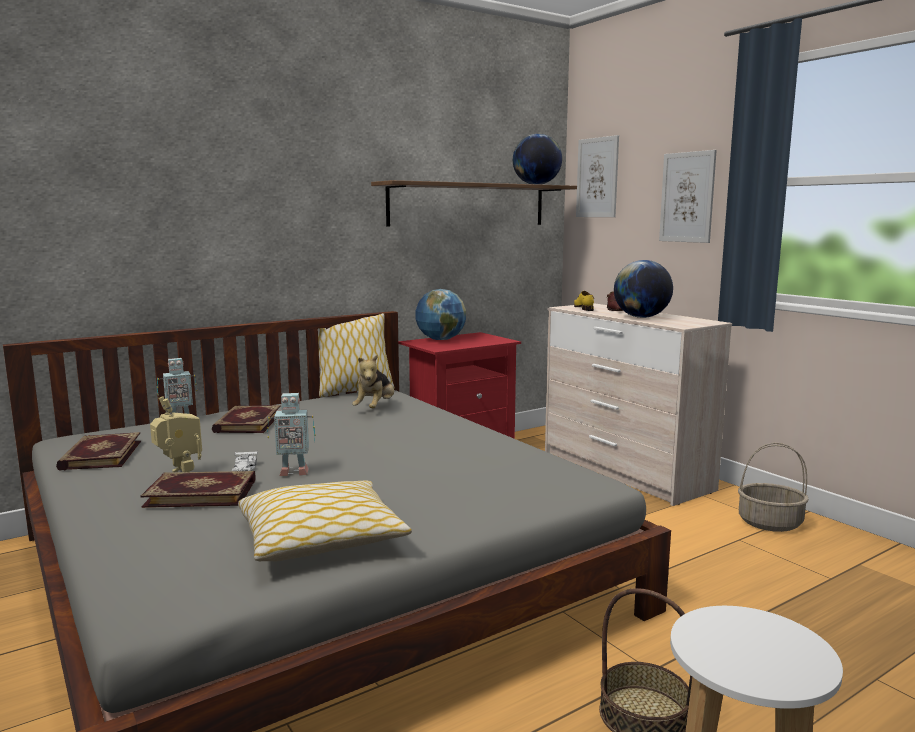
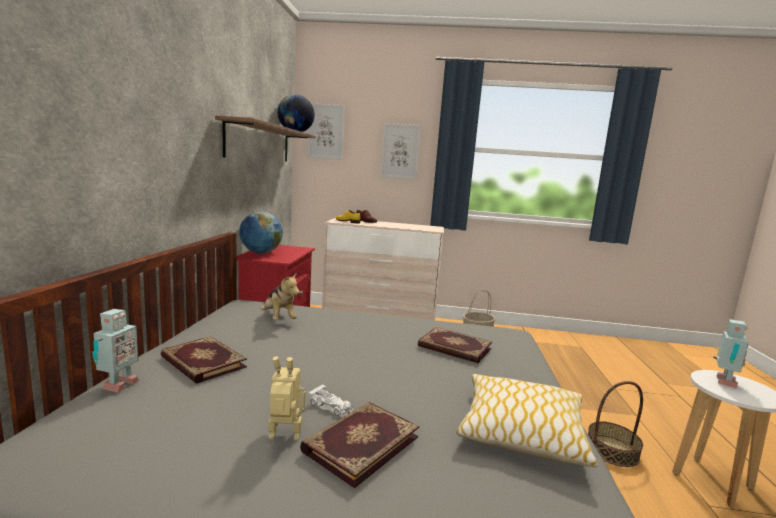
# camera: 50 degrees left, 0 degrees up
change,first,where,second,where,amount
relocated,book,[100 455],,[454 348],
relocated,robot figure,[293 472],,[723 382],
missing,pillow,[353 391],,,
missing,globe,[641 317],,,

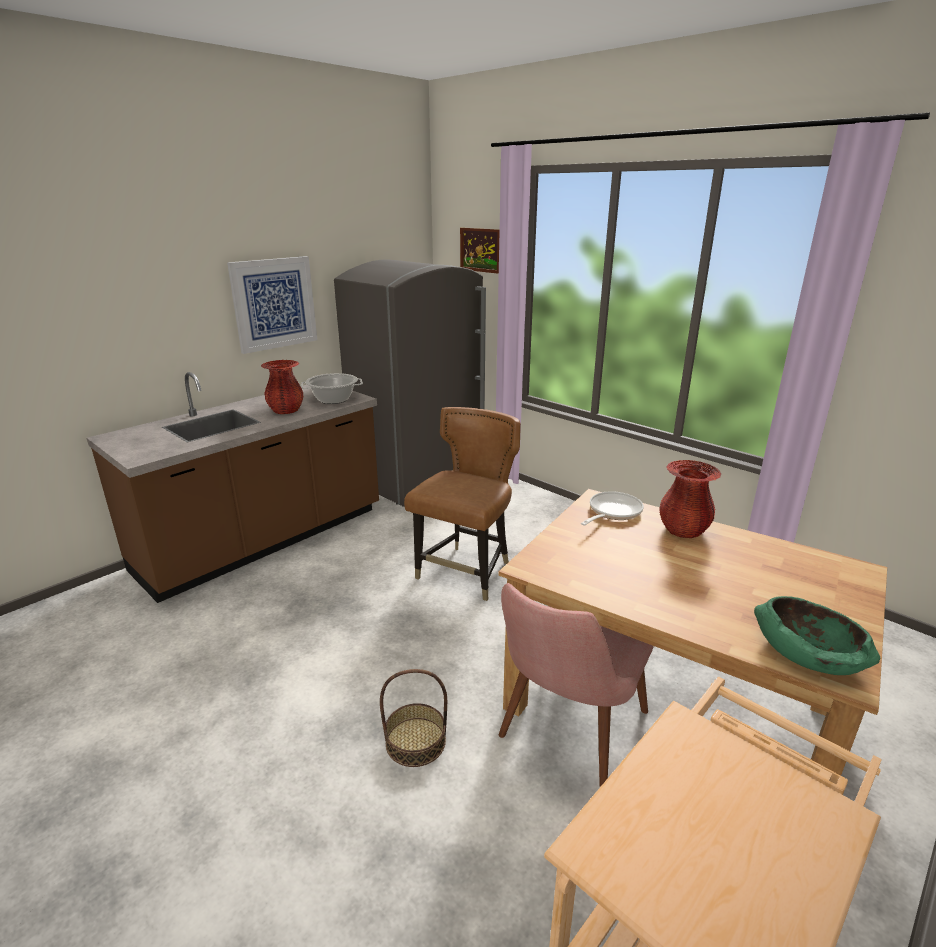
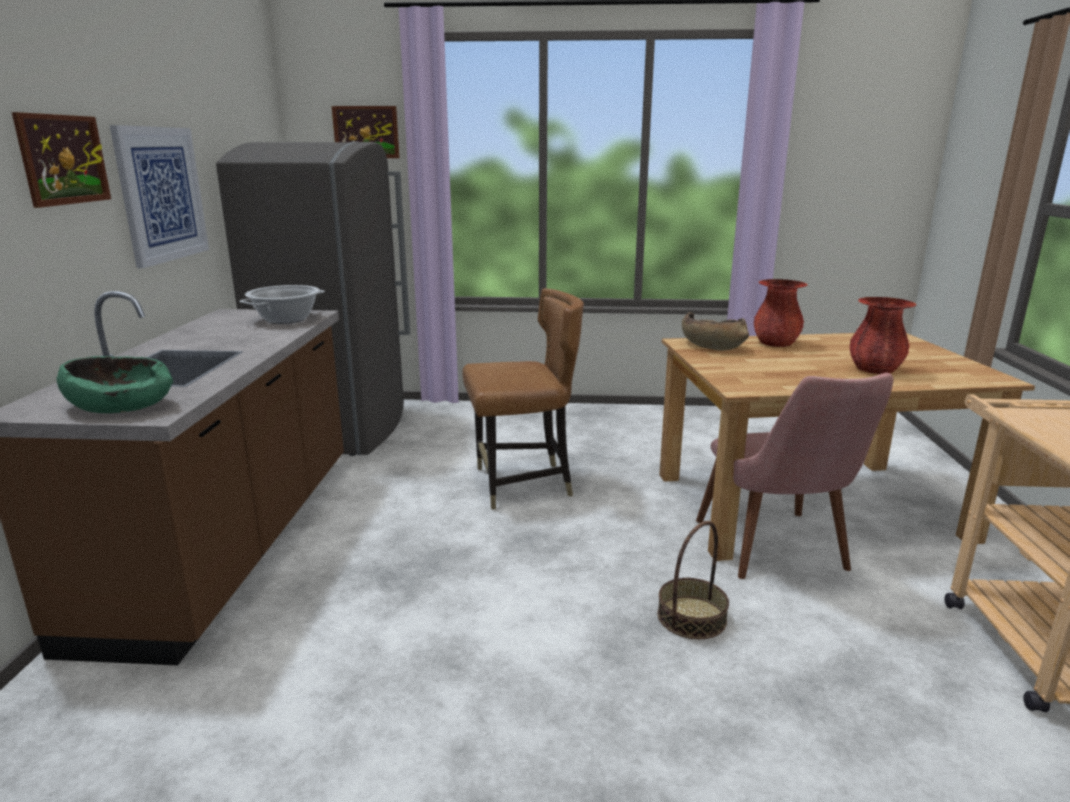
# camera: 40 degrees left, 5 degrees down
change,first,where,second,where,amount
relocated,reddish decorative vase,[286 411],,[875 369],
spun,brownish chair,[466 572],,[522 484],90 degrees clockwise
exchanged,frying pan,[612 512],brownish deep dish,[711 346],
relocated,green-coloured deep dish,[807 654],,[121 407],
appeared,,,picture,[63 159],

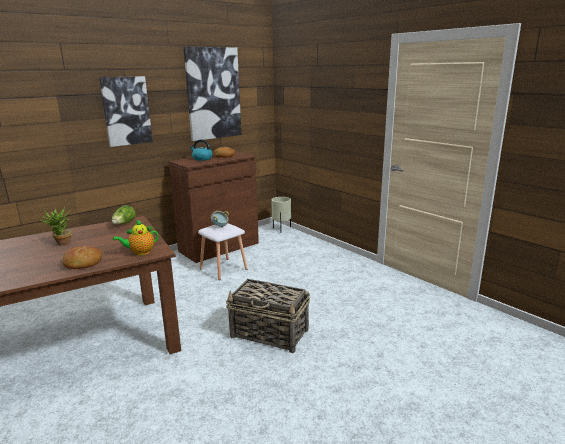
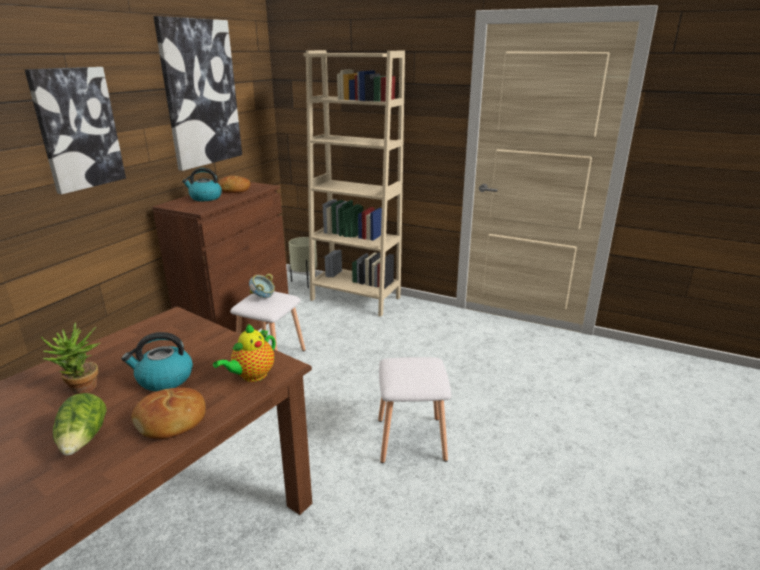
# camera: 25 degrees left, 5 degrees up
change,first,where,second,where,amount
relocated,lettuce,[124 224],,[84 440],
exchanged,storage basket,[270 334],whitish stool,[412 438],
appeared,,,water kettle,[164 379],
appeared,,,sand-coloured bookcase,[355 298],

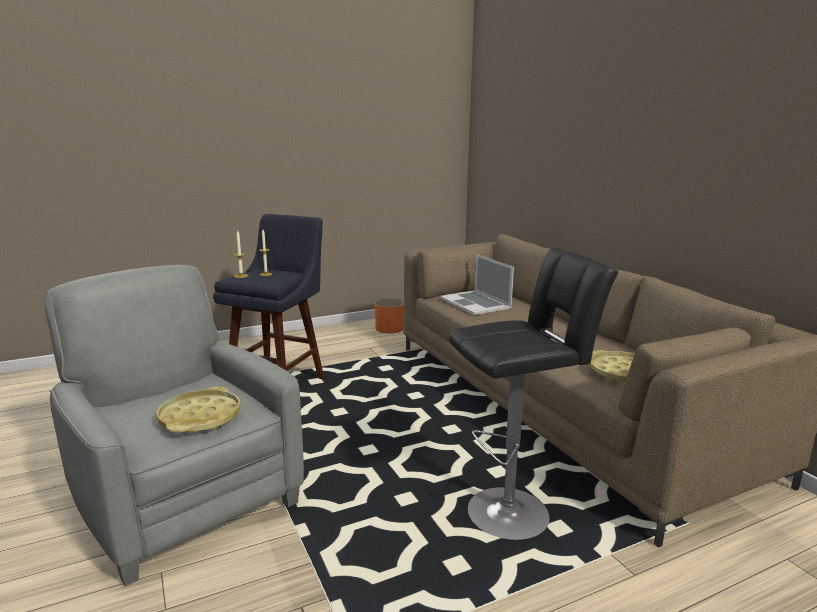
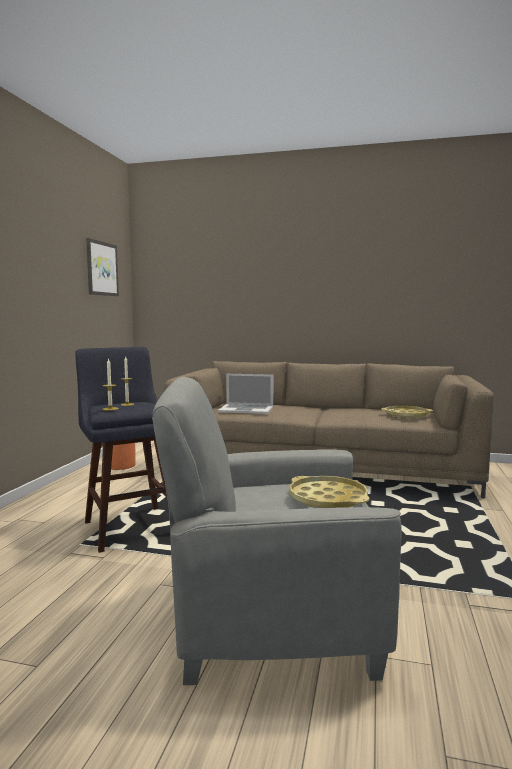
# camera: 50 degrees left, 10 degrees down
change,first,where,second,where,amount
missing,black-coloured stool,[514 511],,,
appeared,,,picture,[101 268],

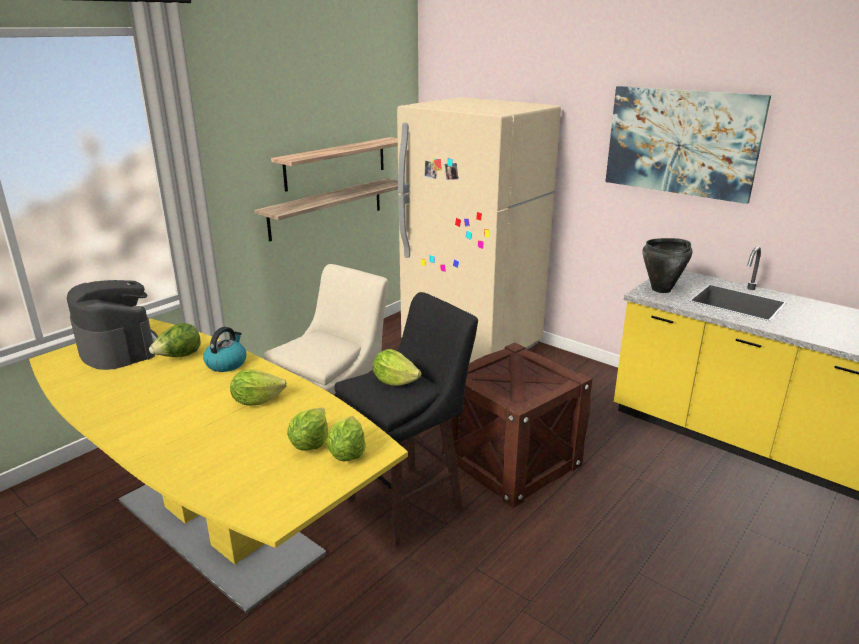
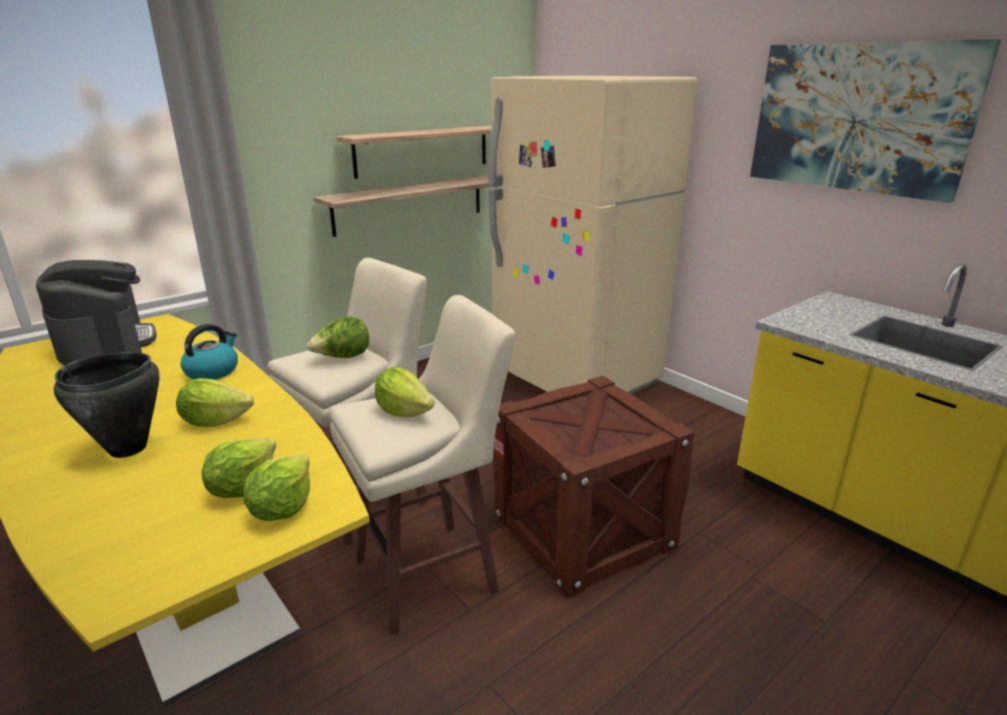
# camera: 10 degrees right, 0 degrees up
change,first,where,second,where,amount
relocated,lettuce,[179 357],,[342 358],
colour,black-coloured stool,[408 504],sand-coloured stool,[430 575],
relocated,black-coloured saucepot,[661 290],,[128 449],

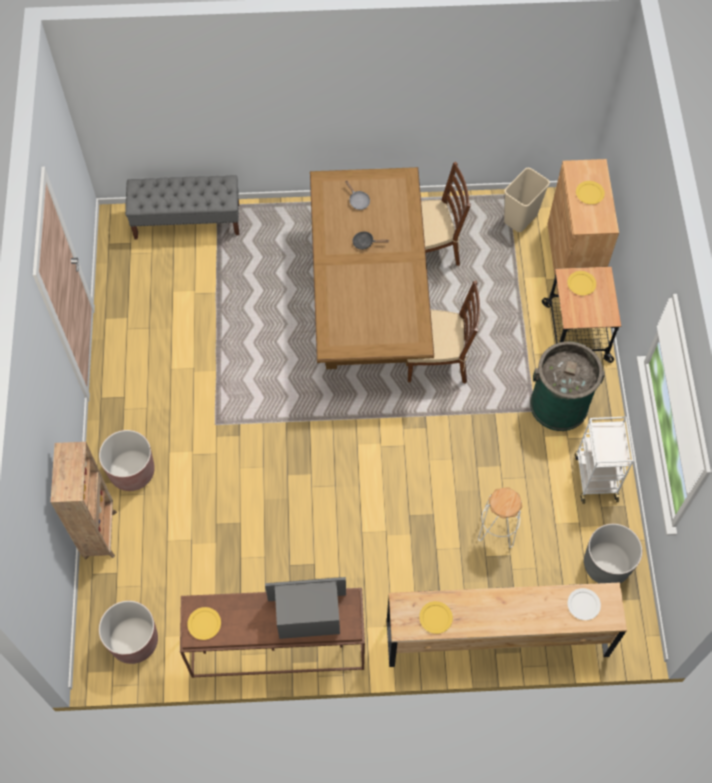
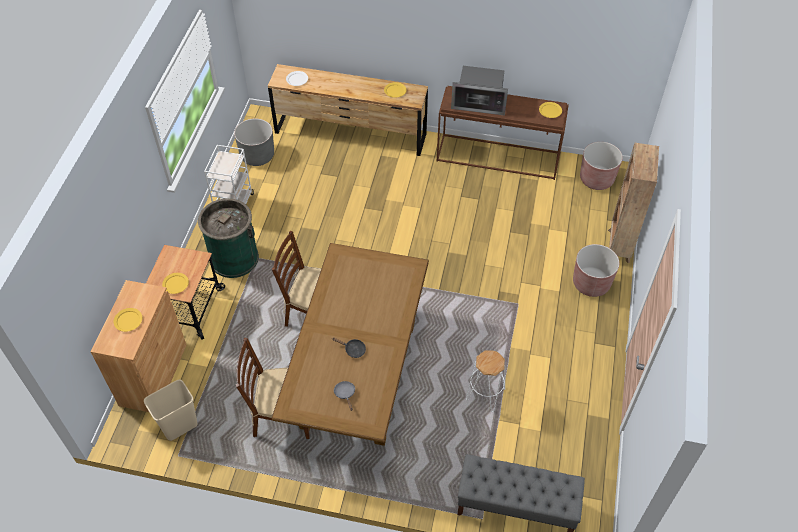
# camera: 165 degrees left, 10 degrees down
change,first,where,second,where,amount
relocated,whitish stool,[498 529],,[485 394],

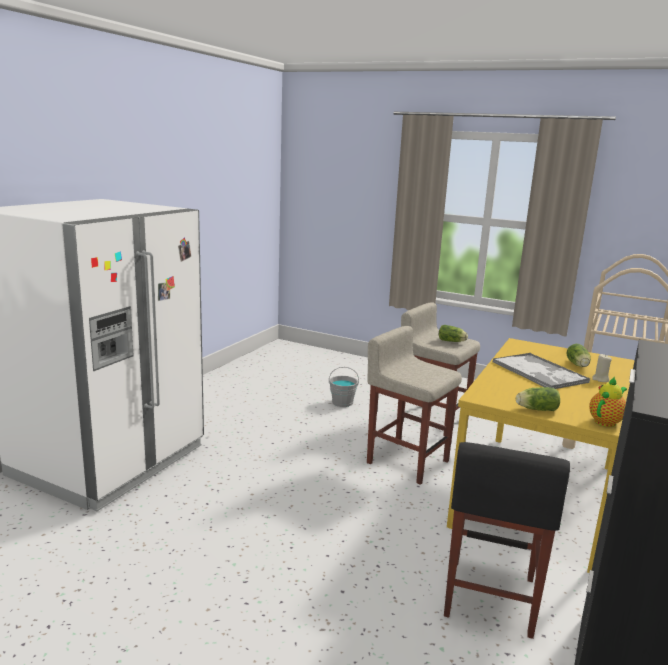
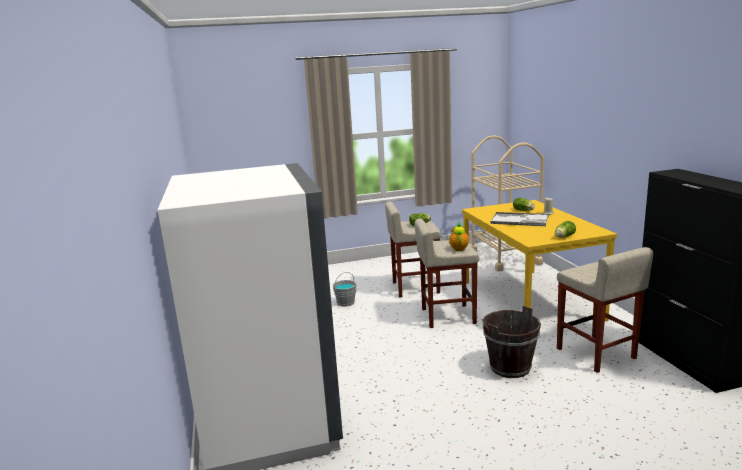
# camera: 40 degrees left, 0 degrees up
change,first,where,second,where,amount
colour,black-coloured stool,[489 598],sand-coloured stool,[596 354],
relocated,teapot,[606 421],,[459 248],
appeared,,,brownish bucket,[510 368],

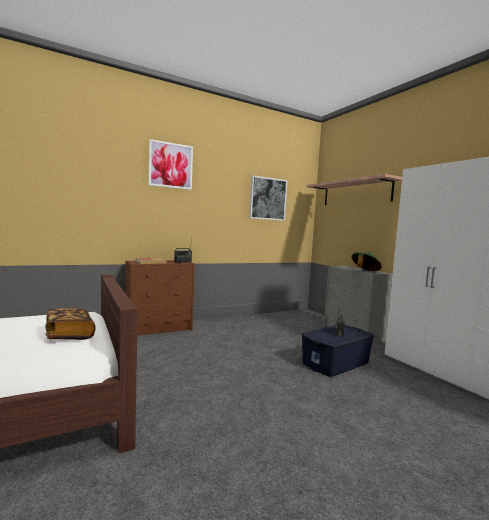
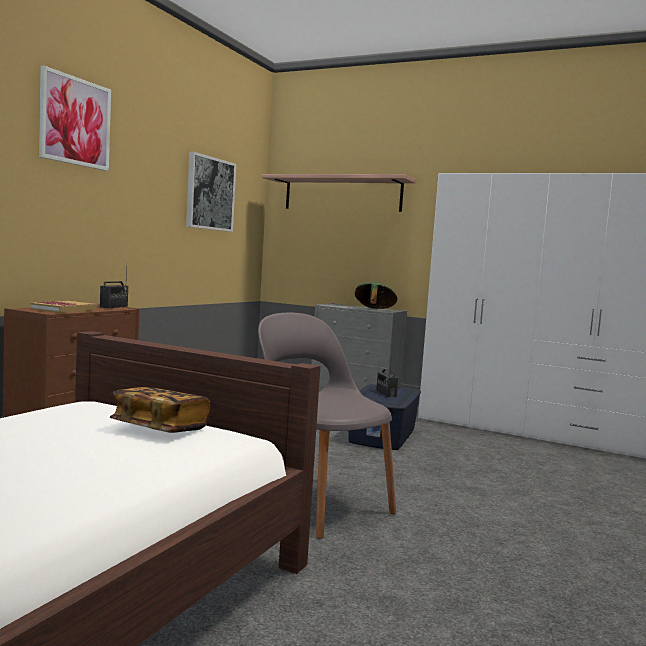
# camera: 35 degrees left, 0 degrees up
change,first,where,second,where,amount
appeared,,,greyish chair,[317 503],

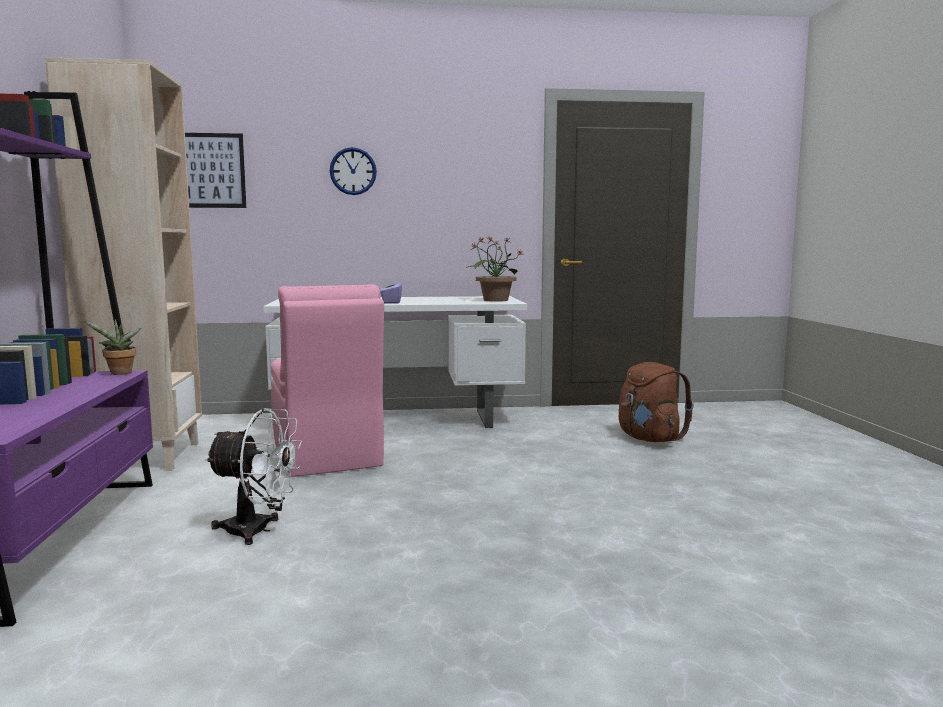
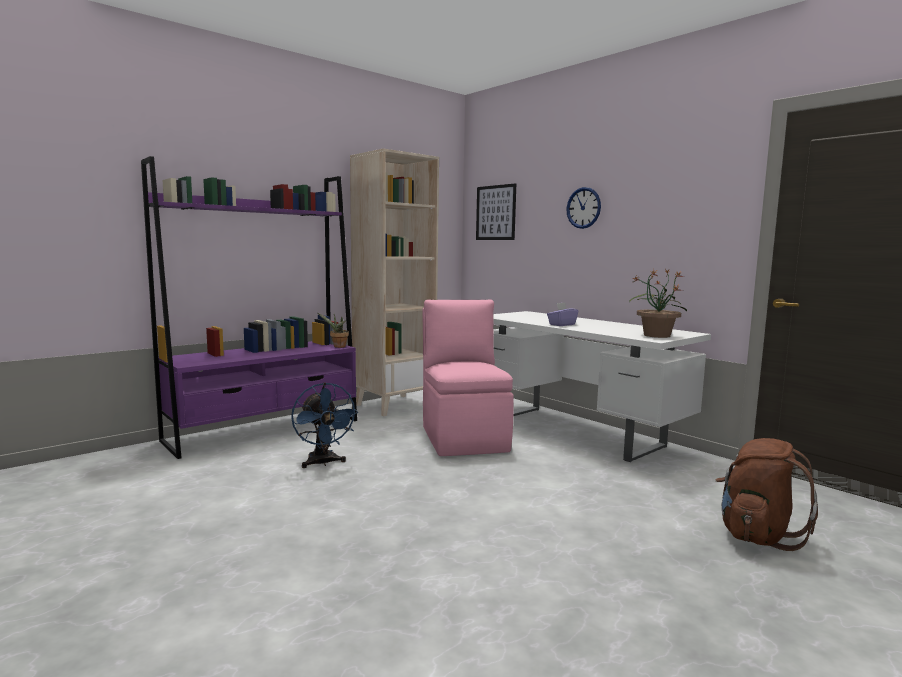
# camera: 55 degrees right, 0 degrees up
change,first,where,second,where,amount
colour,whitish cooling fan,[258 531],blue-coloured cooling fan,[323 463],
spun,pink chair,[327 457],,[464 438],135 degrees clockwise

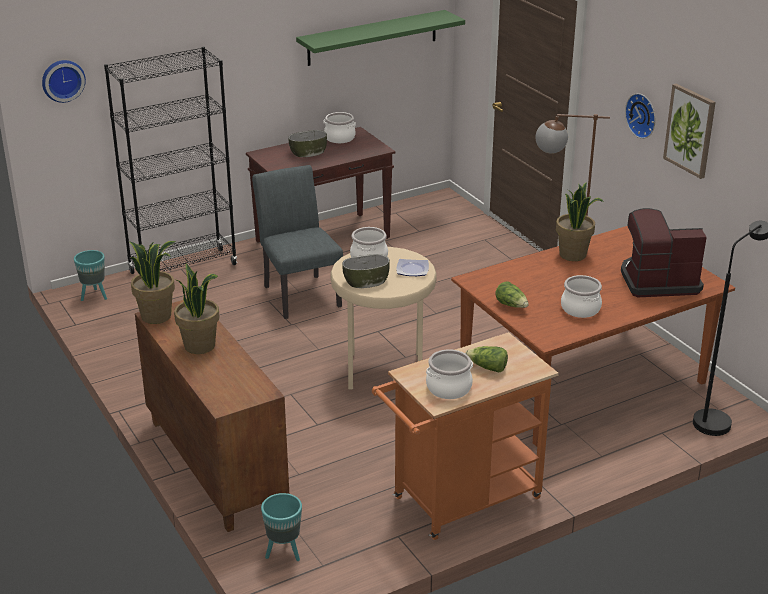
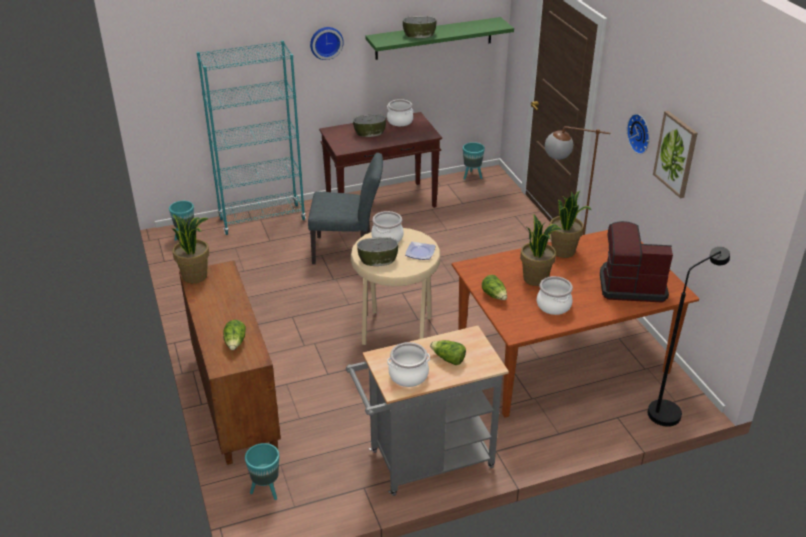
# camera: 10 degrees right, 5 degrees up
change,first,where,second,where,amount
relocated,clock on the wall,[62 80],,[326 42],
colour,black-coloured bookcase,[183 268],blue-green bookcase,[262 219],
relocated,potted plant,[200 345],,[536 278],
spun,greyish chair,[299 293],,[348 251],105 degrees clockwise
colour,orange cart,[459 502],greyish cart,[424 462],
appeared,,,lettuce,[235 343],
appeared,,,deep dish,[419 35],
appeared,,,blue-green flower pot,[472 176],

